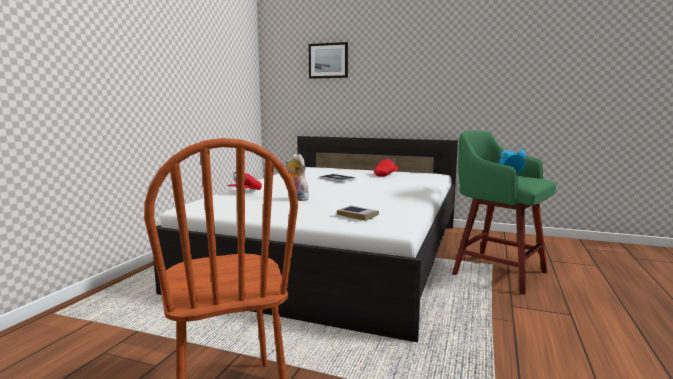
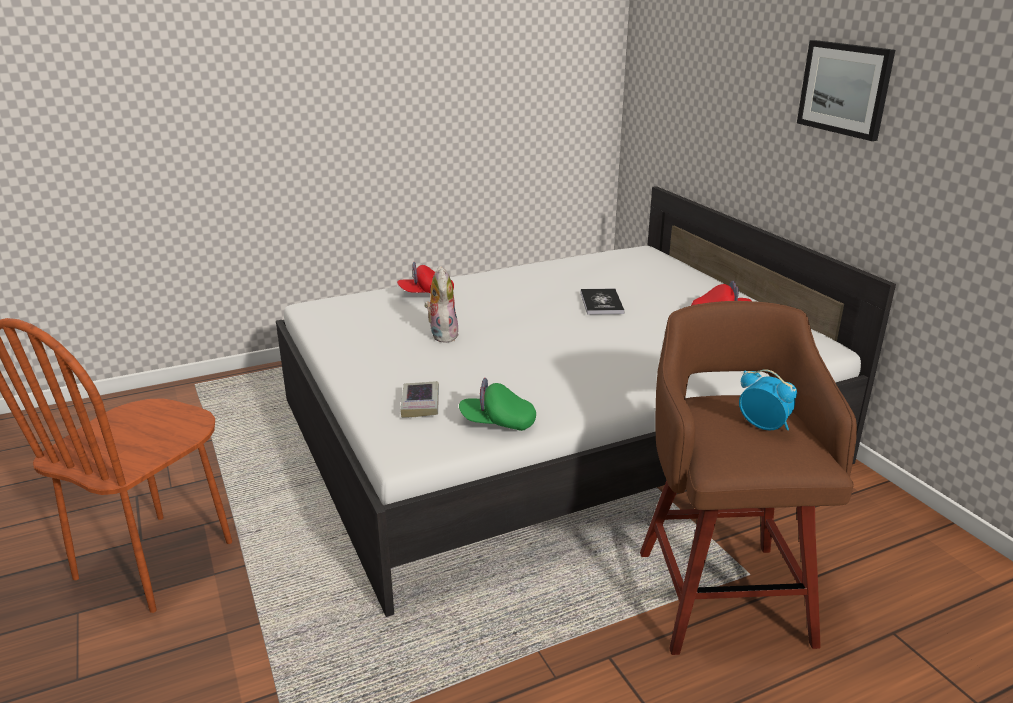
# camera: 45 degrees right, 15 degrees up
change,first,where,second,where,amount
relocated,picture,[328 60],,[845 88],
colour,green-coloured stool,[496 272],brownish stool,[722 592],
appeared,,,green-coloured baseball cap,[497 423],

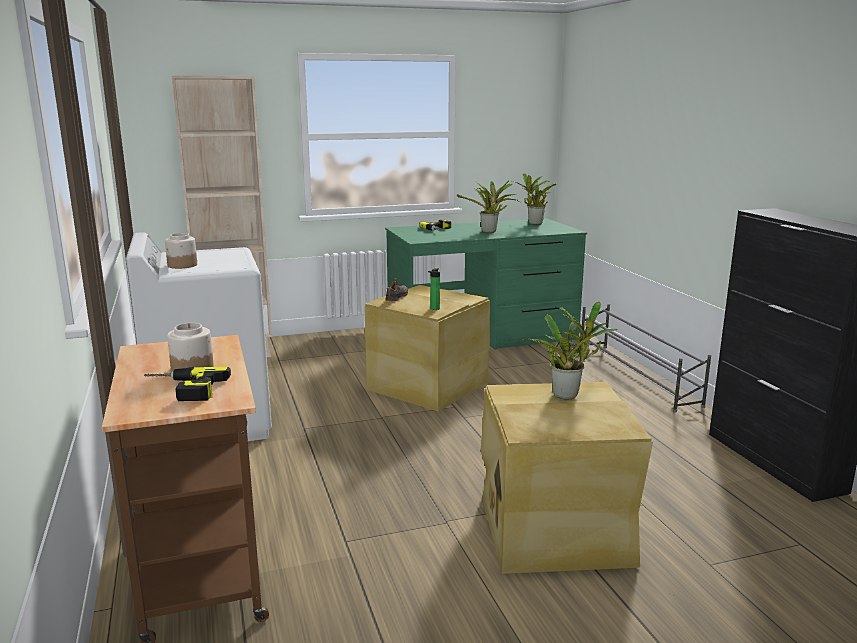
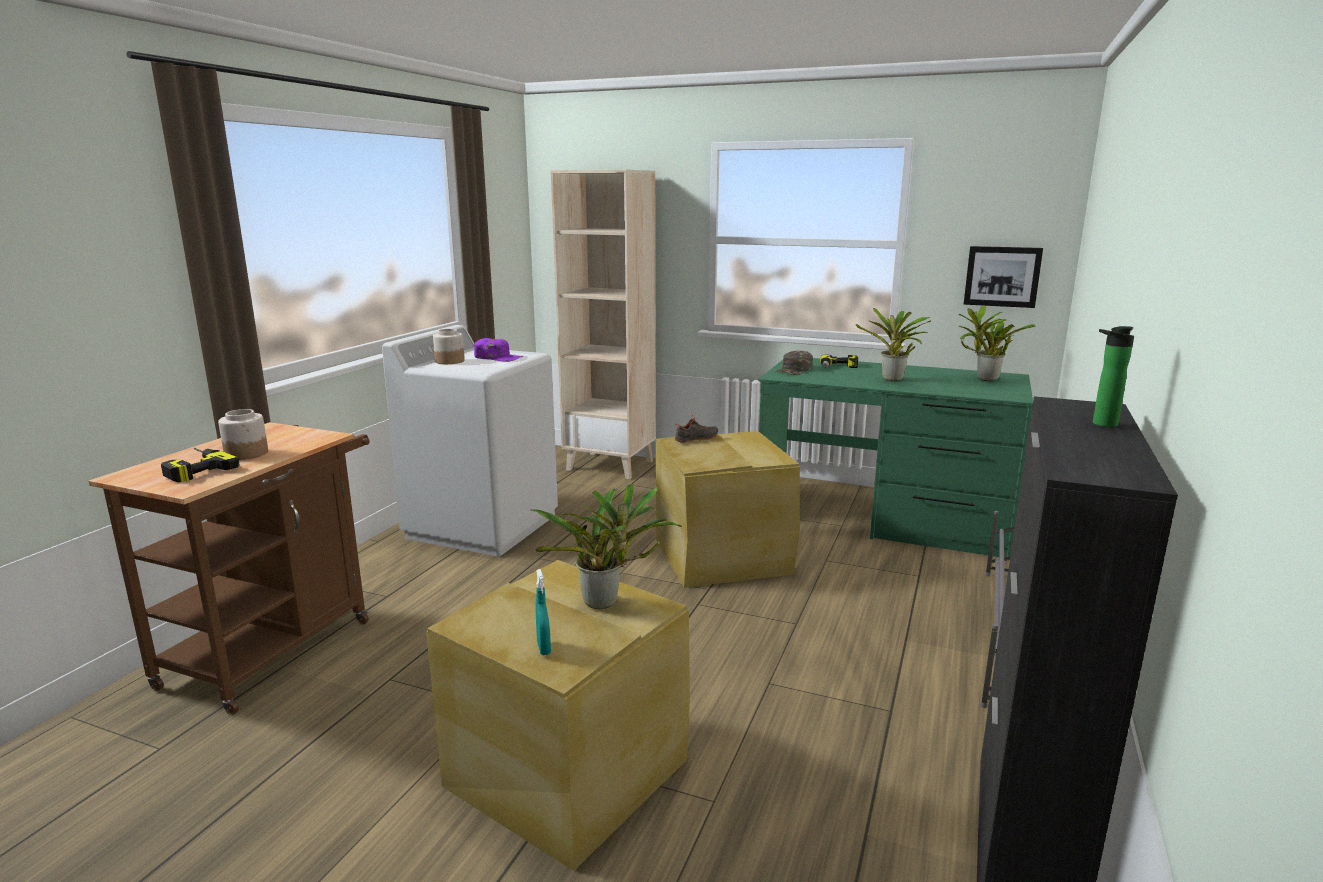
# camera: 40 degrees right, 0 degrees up
change,first,where,second,where,amount
relocated,bottle,[434 309],,[1101 424],
appeared,,,purple-coloured baseball cap,[499 357],
appeared,,,blue-green spray bottle,[543 648],
appeared,,,green-coloured baseball cap,[794 370],
appeared,,,picture,[1002 276],

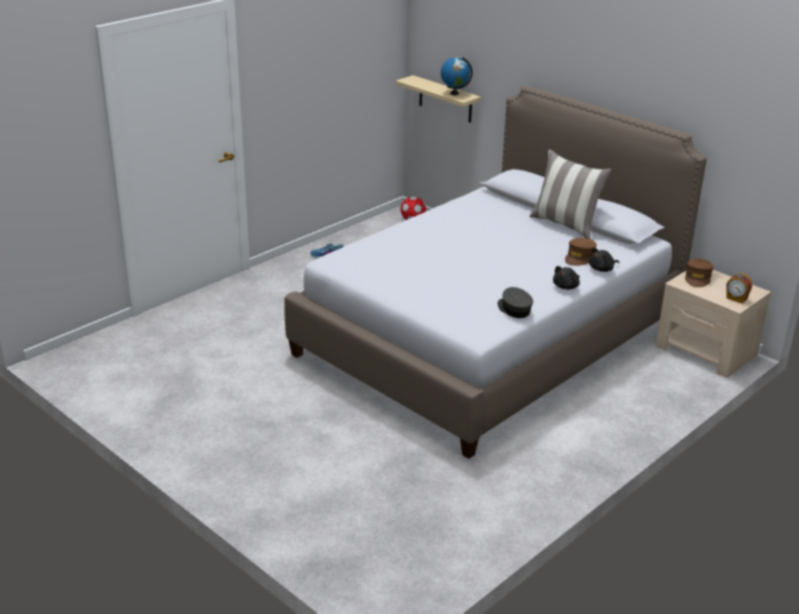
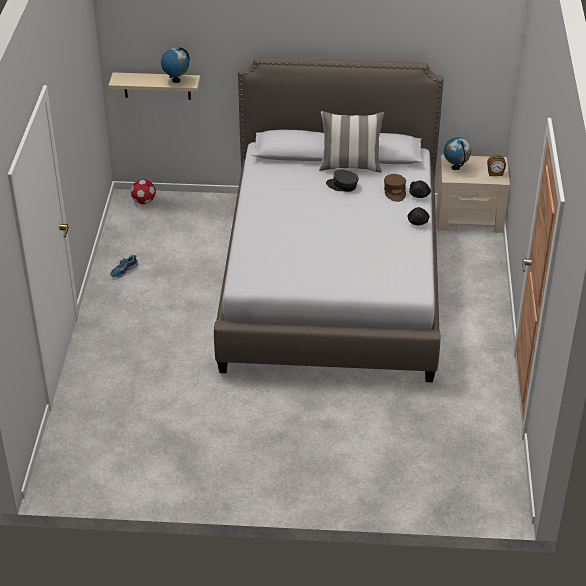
# camera: 40 degrees left, 10 degrees up
change,first,where,second,where,amount
relocated,greyish baseball cap,[514 309],,[342 185],
exchanged,brownish baseball cap,[698 278],globe,[456 167],

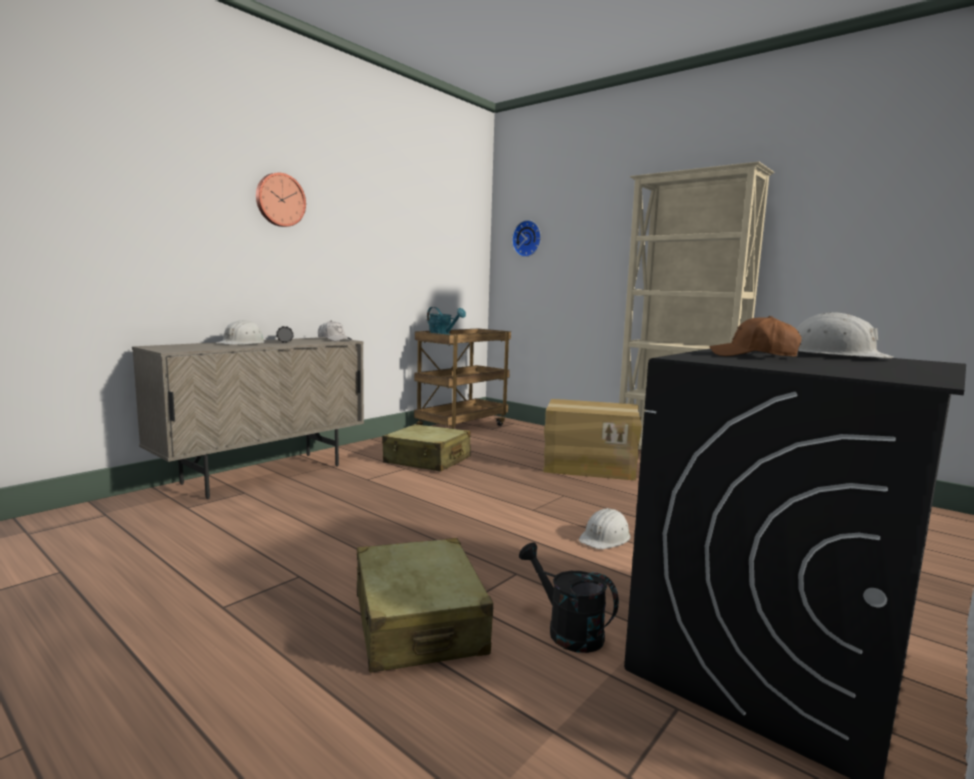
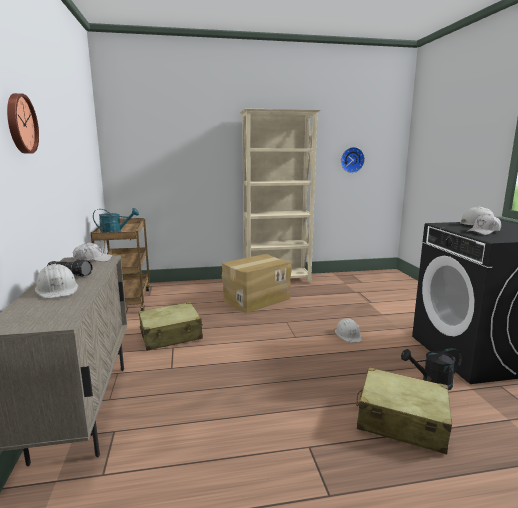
# camera: 50 degrees left, 5 degrees up
change,first,where,second,where,amount
relocated,clock on the wall,[528 238],,[351 160],
colour,brownish baseball cap,[753 356],whitish baseball cap,[483 232],

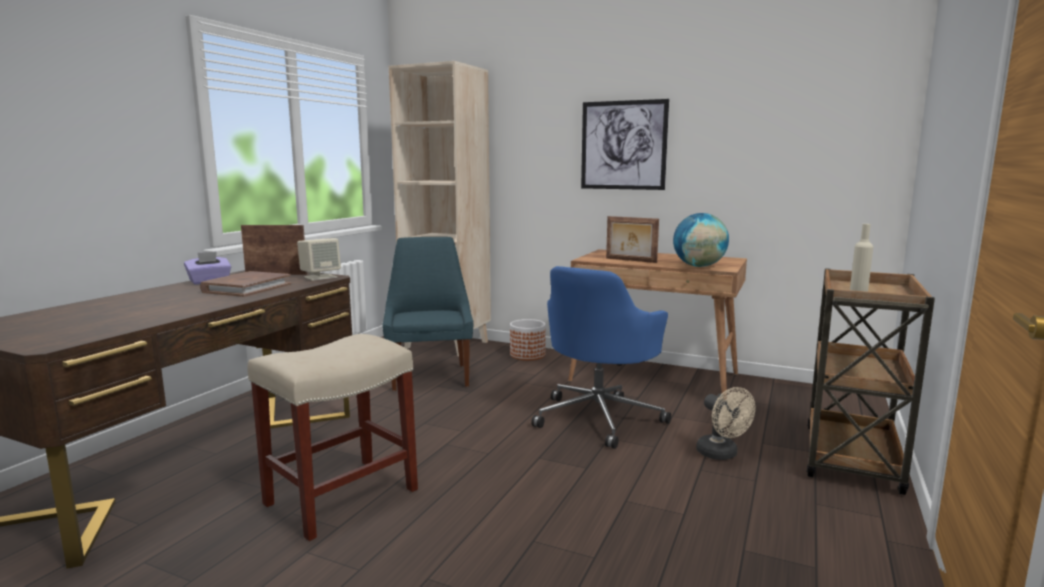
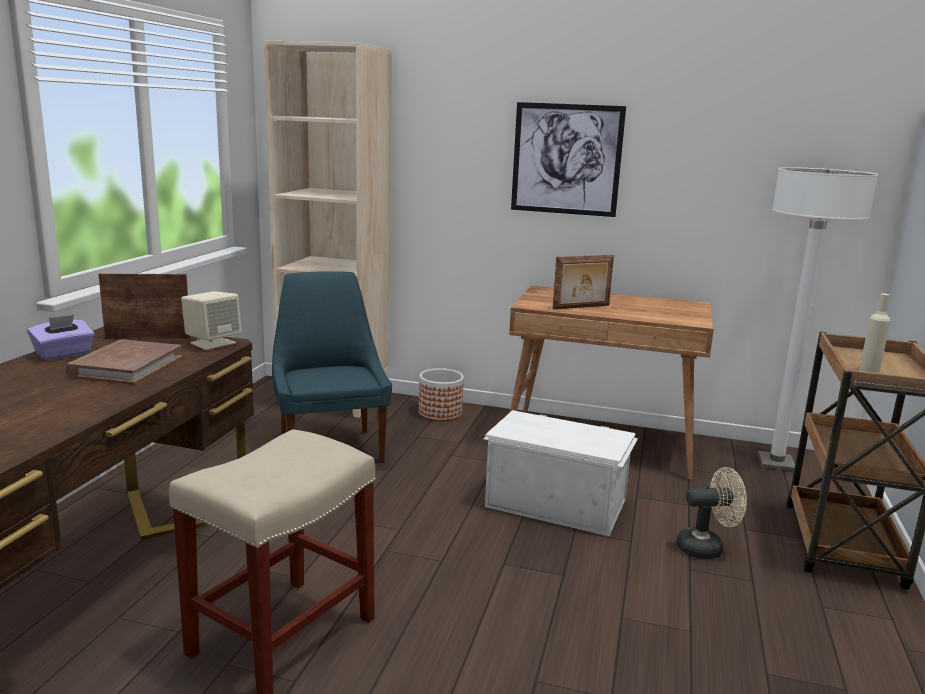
# camera: 10 degrees left, 5 degrees up
change,first,where,second,where,amount
exchanged,blue-coloured desk chair,[599 417],whitish storage box,[555 502],
spun,picture frame,[630 260],,[581 307],45 degrees counterclockwise
missing,globe,[699 266],,,
spun,sand-coloured cooling fan,[721 454],,[706 547],60 degrees counterclockwise
appeared,,,whitish standing lamp,[776 463],

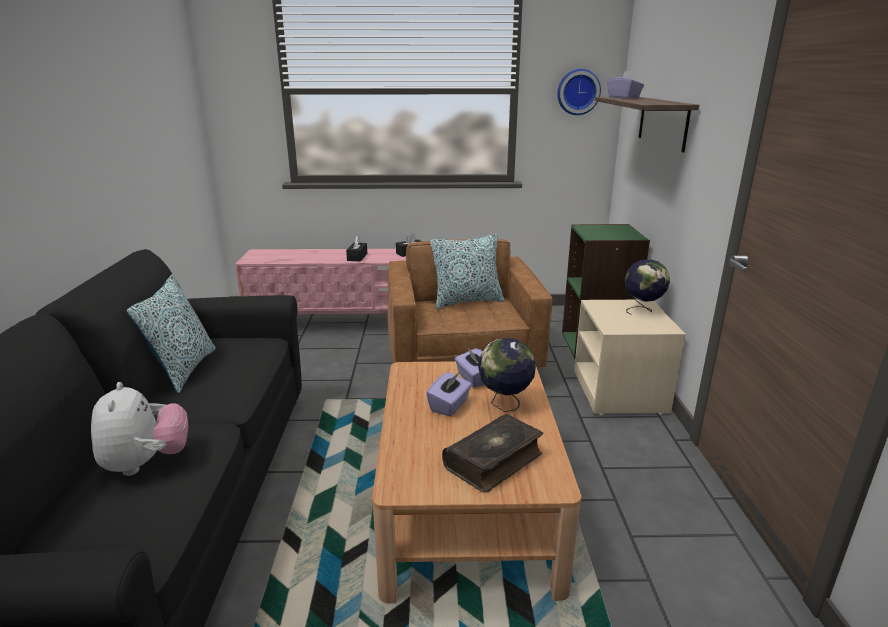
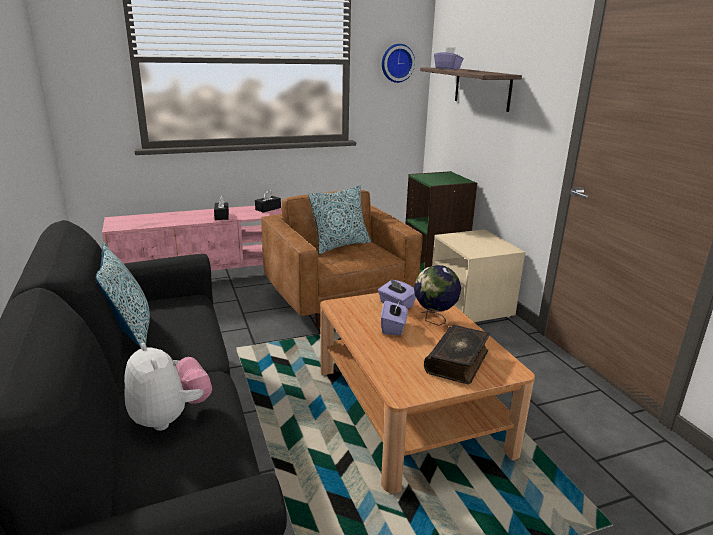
# camera: 20 degrees left, 0 degrees up
change,first,where,second,where,amount
missing,globe,[642 310],,,

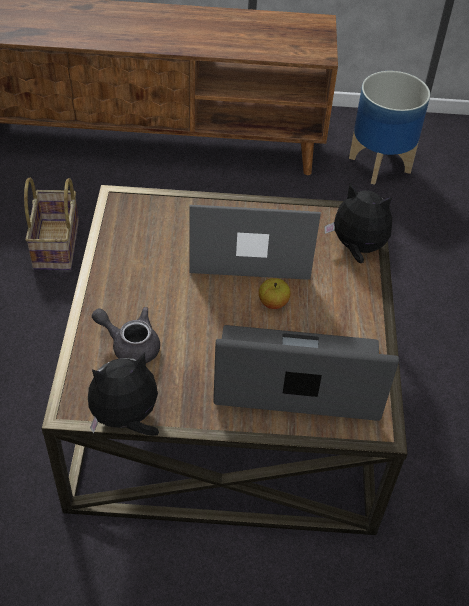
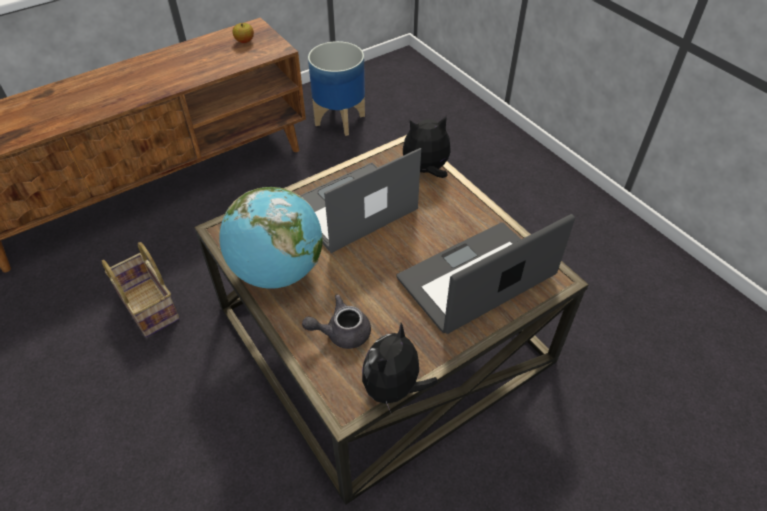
# camera: 35 degrees left, 0 degrees up
change,first,where,second,where,amount
relocated,apple,[273 303],,[244 41],
appeared,,,globe,[278 271],

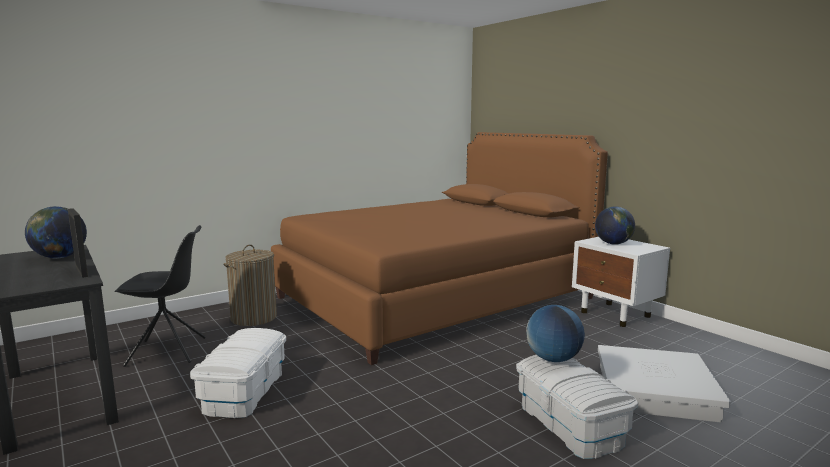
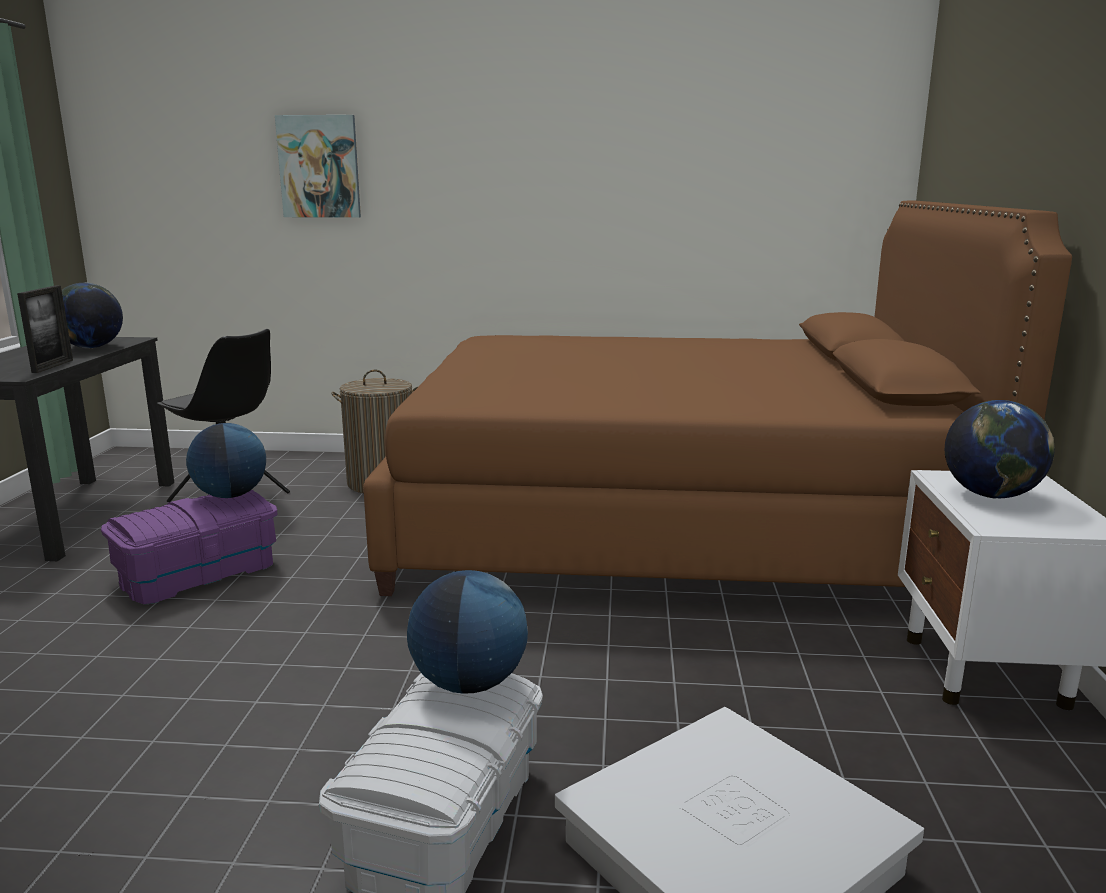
# camera: 40 degrees right, 5 degrees up
change,first,where,second,where,amount
colour,whitish storage box,[244 391],purple-coloured storage box,[198 573],
appeared,,,globe,[231 495],
appeared,,,picture,[319 167],

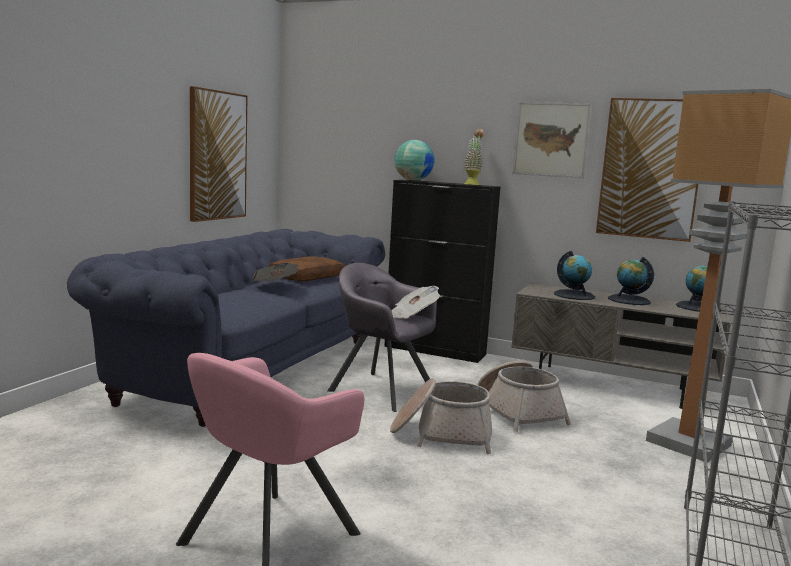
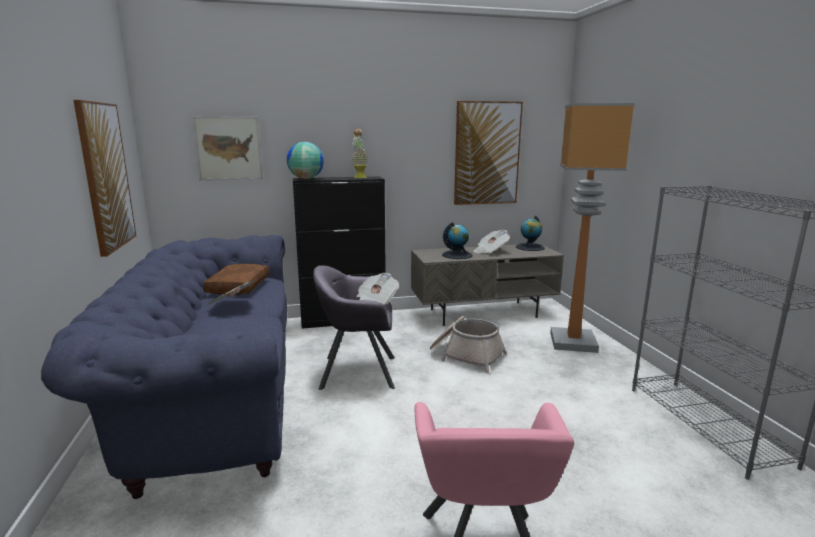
# camera: 35 degrees left, 5 degrees up
change,first,where,second,where,amount
missing,storage basket,[441 435],,,
relocated,picture,[551 139],,[228 148],
exchanged,globe,[629 300],newspaper,[490 251],

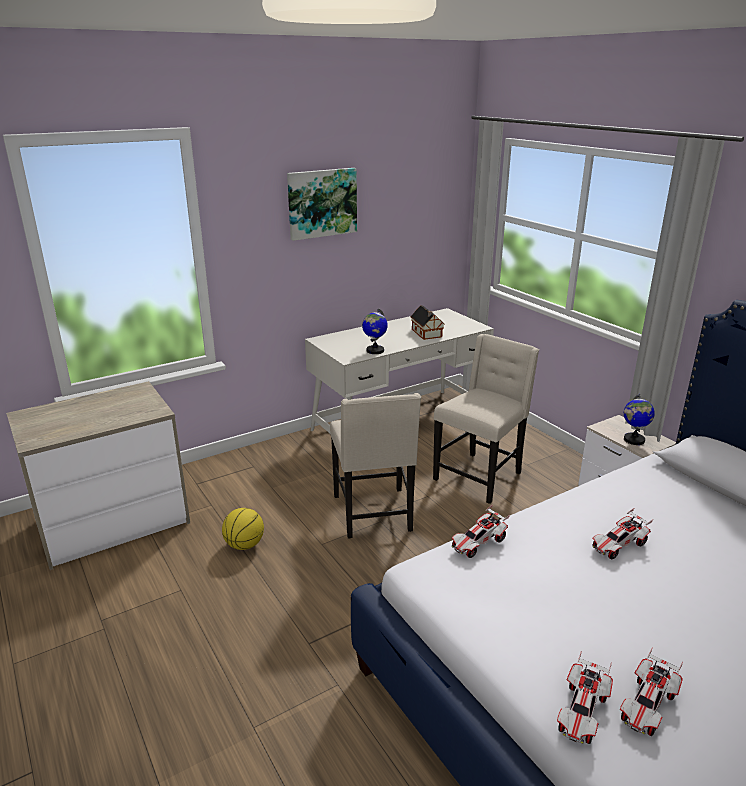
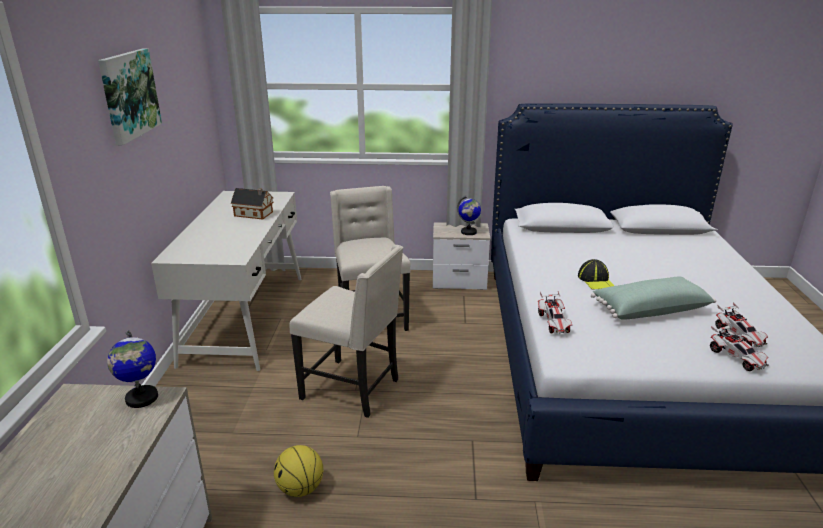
# camera: 55 degrees left, 0 degrees up
change,first,where,second,where,amount
relocated,globe,[374 351],,[141 398],
exchanged,model car,[618 546],baseball cap,[596 280],
appeared,,,green-coloured pillow,[649 309],

